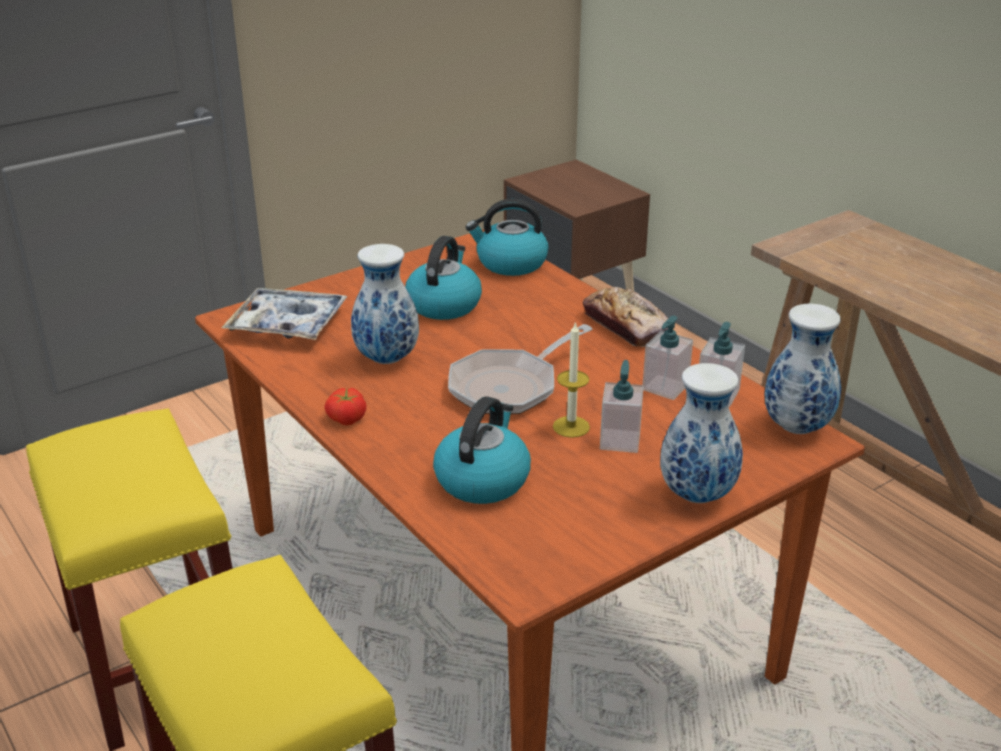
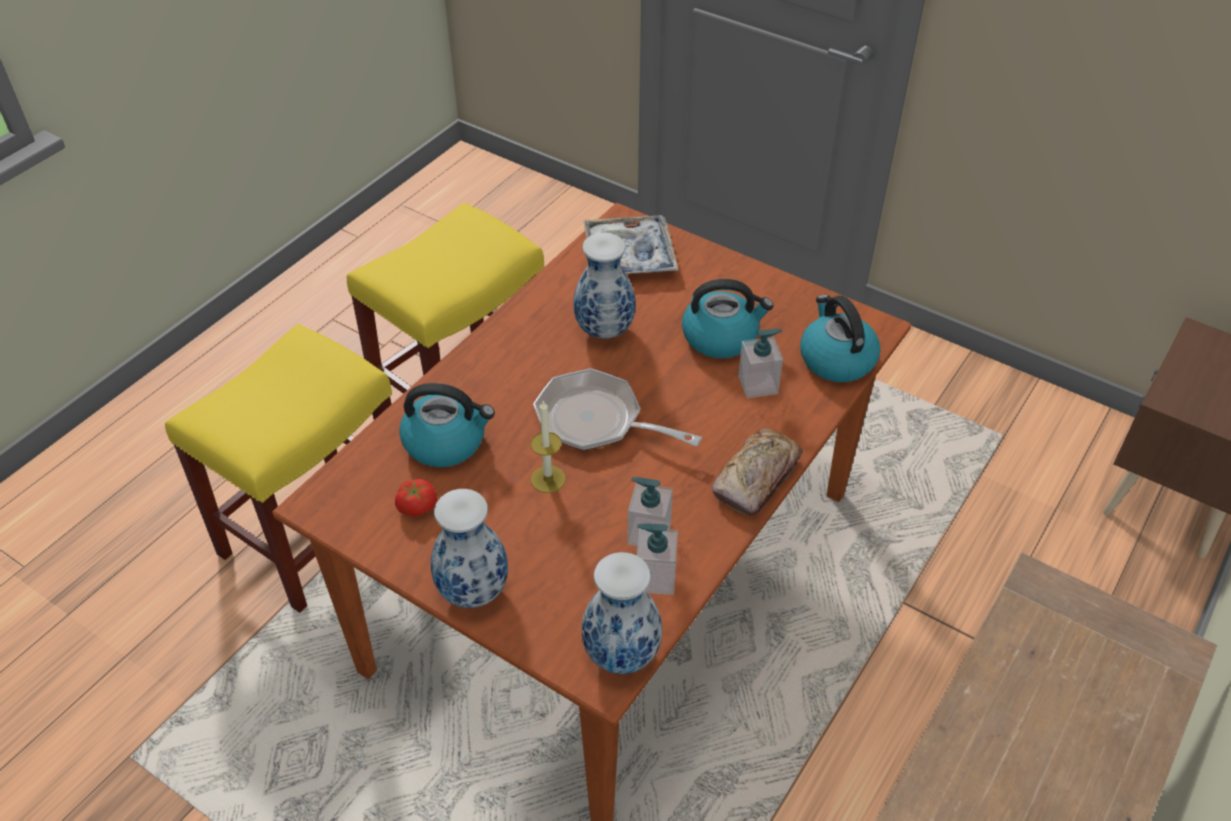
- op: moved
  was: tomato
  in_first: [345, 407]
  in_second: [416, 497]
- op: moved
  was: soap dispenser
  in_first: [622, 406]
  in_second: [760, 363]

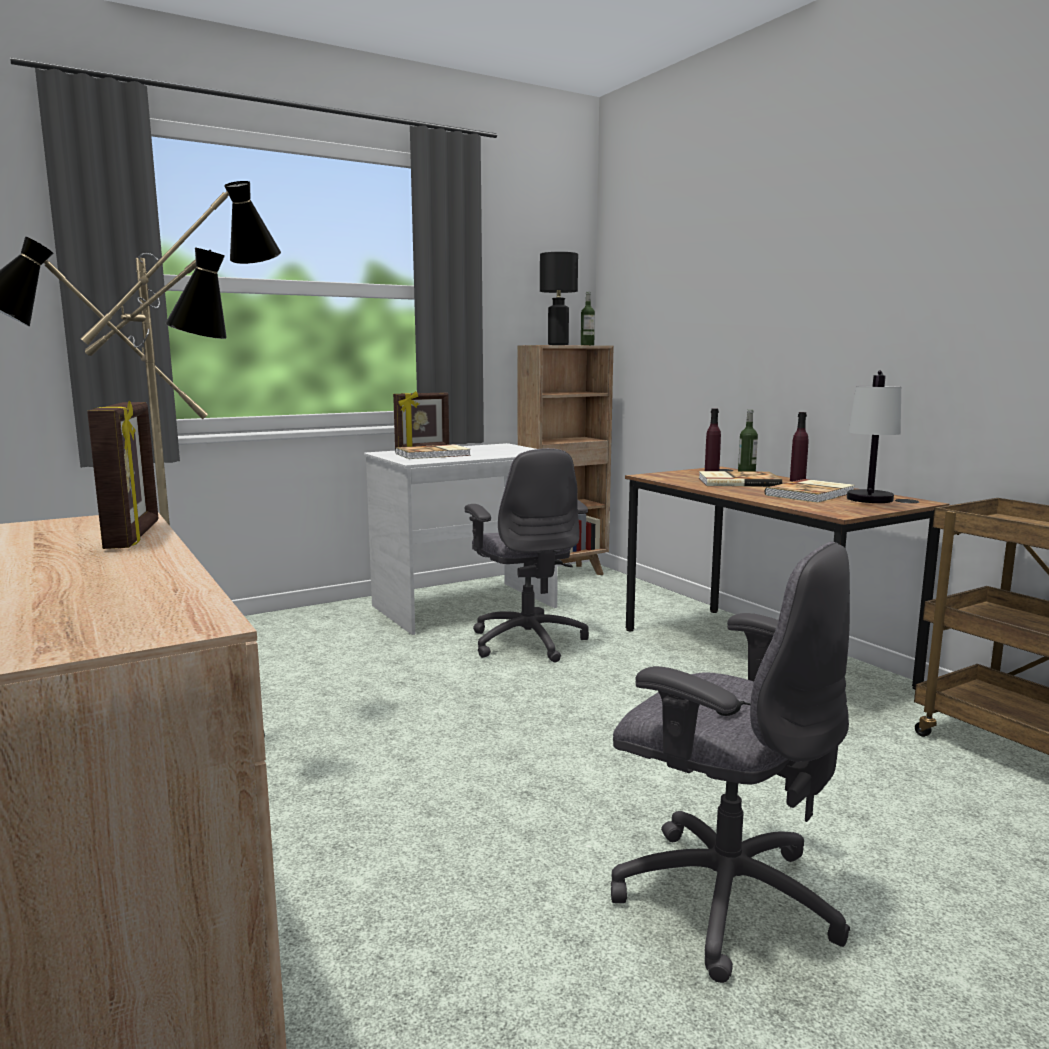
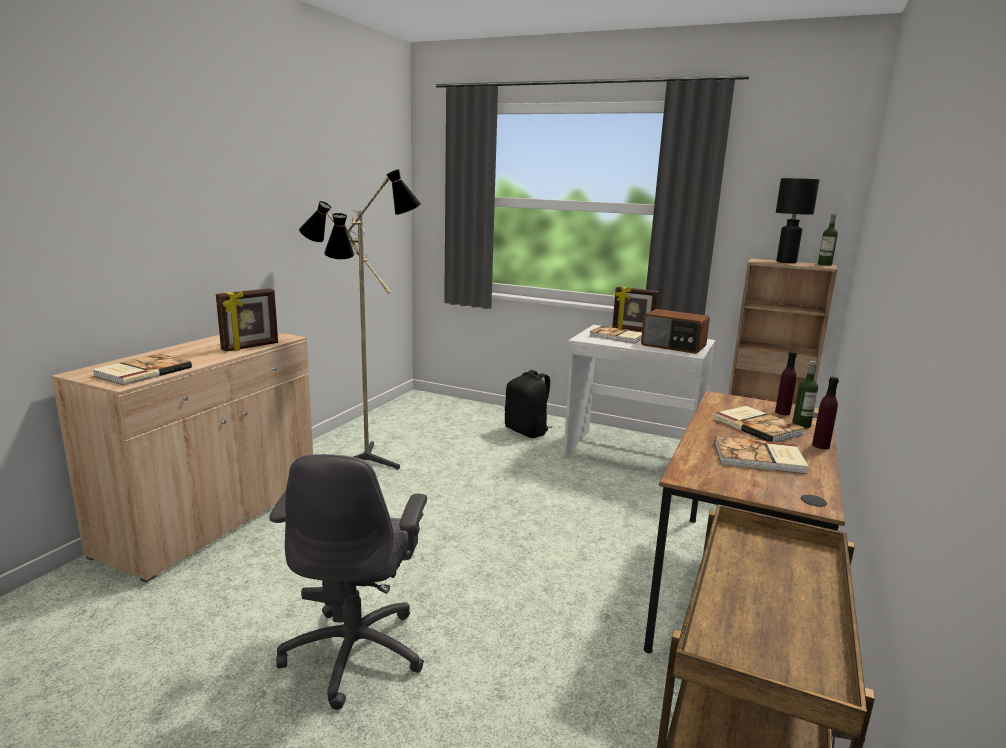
- op: removed
  was: office chair (grey)
  in_first: [527, 555]
- op: removed
  was: table lamp
  in_first: [874, 436]
- op: added
  now: book
  in_second: [142, 369]
- op: added
  now: backpack (black)
  in_second: [528, 404]
- op: added
  now: radio
  in_second: [675, 331]

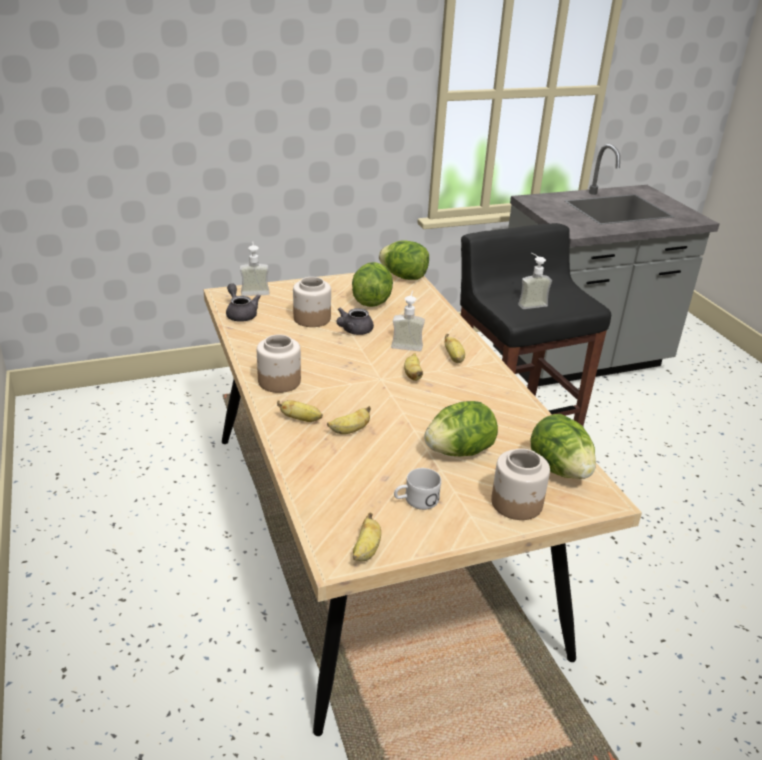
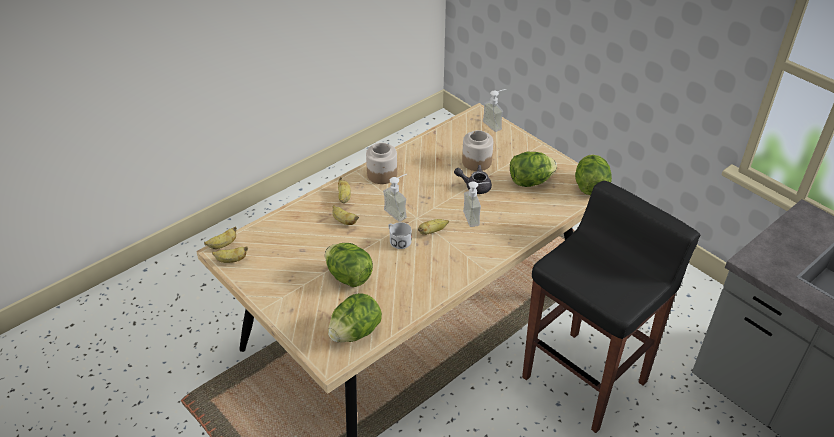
- op: removed
  was: teapot (grey)
  in_first: [243, 302]
- op: removed
  was: jar
  in_first: [520, 484]
- op: moved
  was: mug (white)
  in_first: [417, 489]
  in_second: [400, 235]
- op: moved
  was: banana
  in_first: [455, 348]
  in_second: [220, 237]
- op: moved
  was: soap dispenser
  in_first: [535, 281]
  in_second: [395, 198]

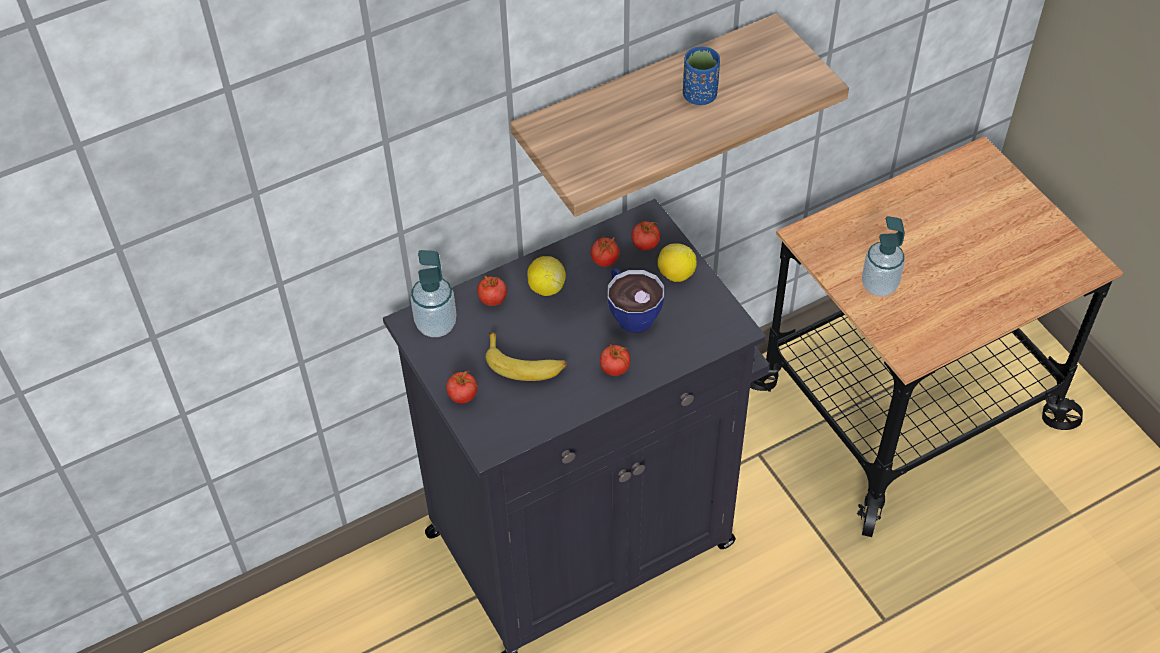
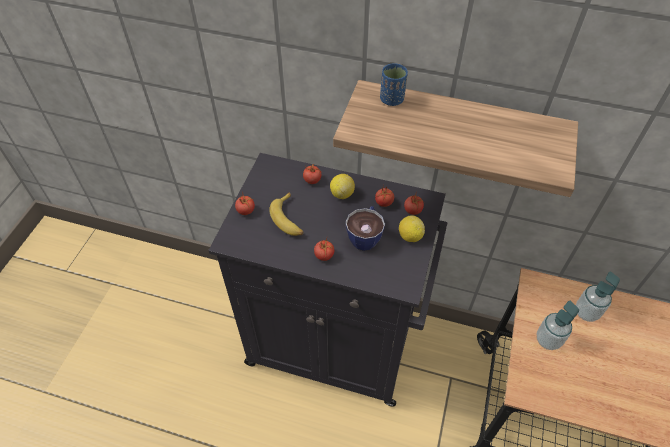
- op: moved
  was: soap dispenser
  in_first: [433, 293]
  in_second: [598, 297]
- op: moved
  was: cup (blue)
  in_first: [701, 76]
  in_second: [394, 84]

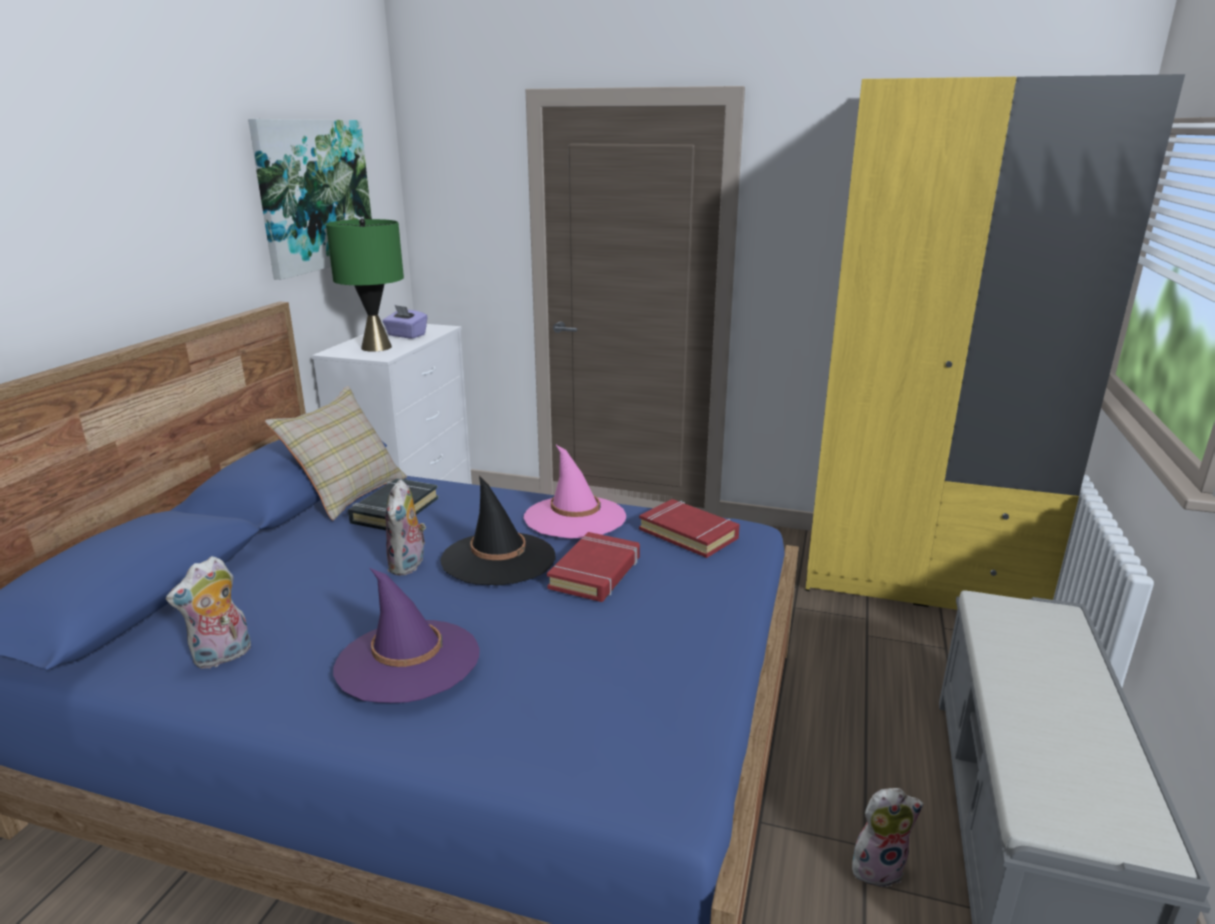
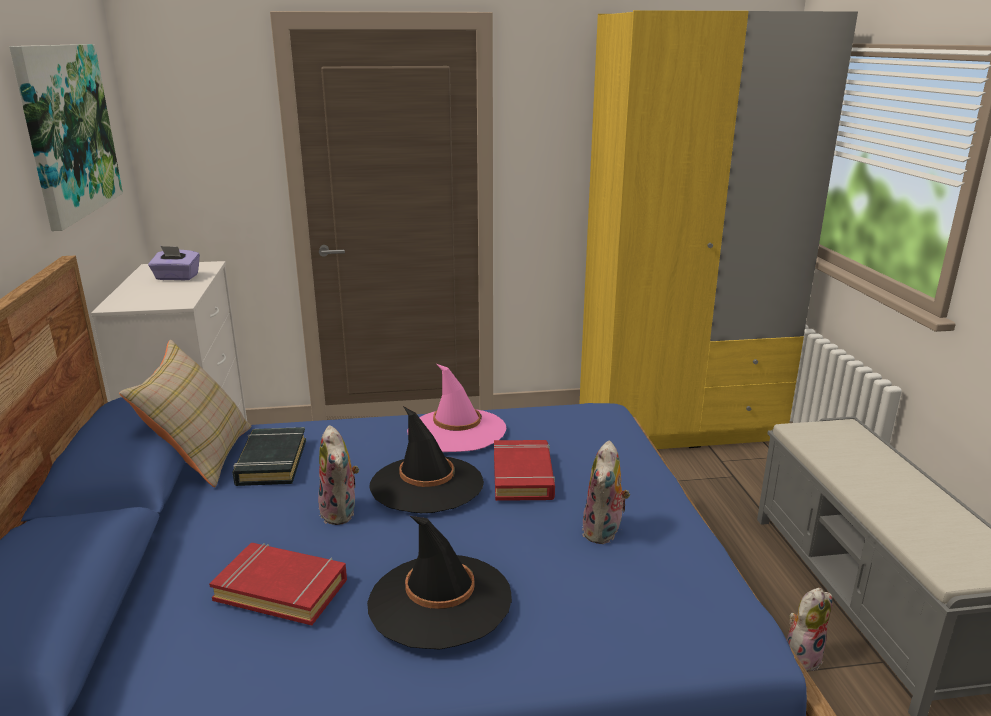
- op: removed
  was: table lamp (green)
  in_first: [365, 285]
- op: moved
  was: plush toy
  in_first: [208, 612]
  in_second: [606, 492]
- op: moved
  was: book (red)
  in_first: [689, 528]
  in_second: [278, 584]
- op: recoloured
  was: hat (purple)
  now: hat (black)
  in_first: [406, 635]
  in_second: [439, 582]

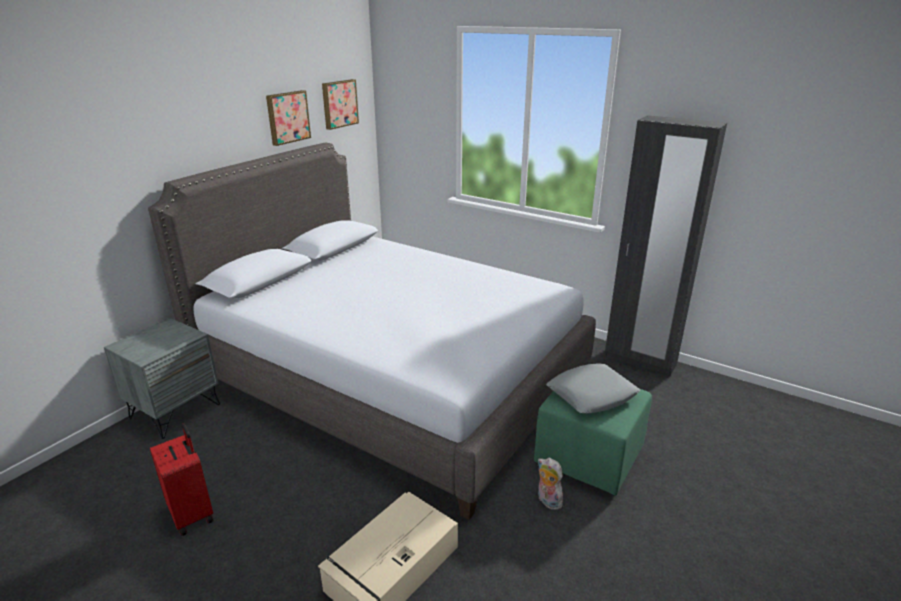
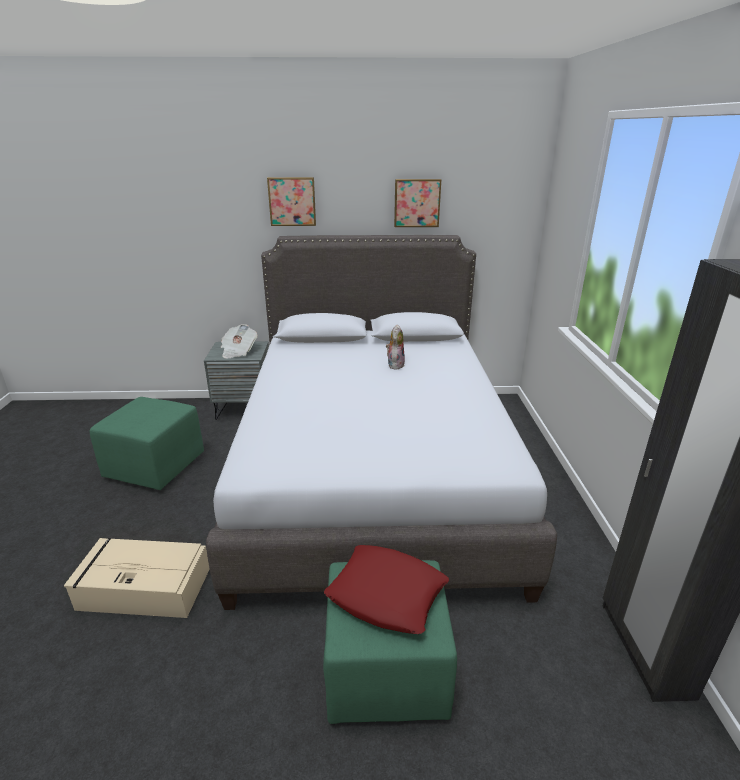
- op: added
  now: newspaper
  in_second: [239, 341]
- op: moved
  was: picture
  in_first: [340, 104]
  in_second: [291, 201]
- op: moved
  was: plush toy
  in_first: [550, 484]
  in_second: [395, 347]
- op: replaced
  was: suitcase (red)
  now: ottoman (green)
  in_first: [182, 480]
  in_second: [147, 443]
- op: recoloured
  was: pillow (grey)
  now: pillow (red)
  in_first: [593, 388]
  in_second: [386, 589]

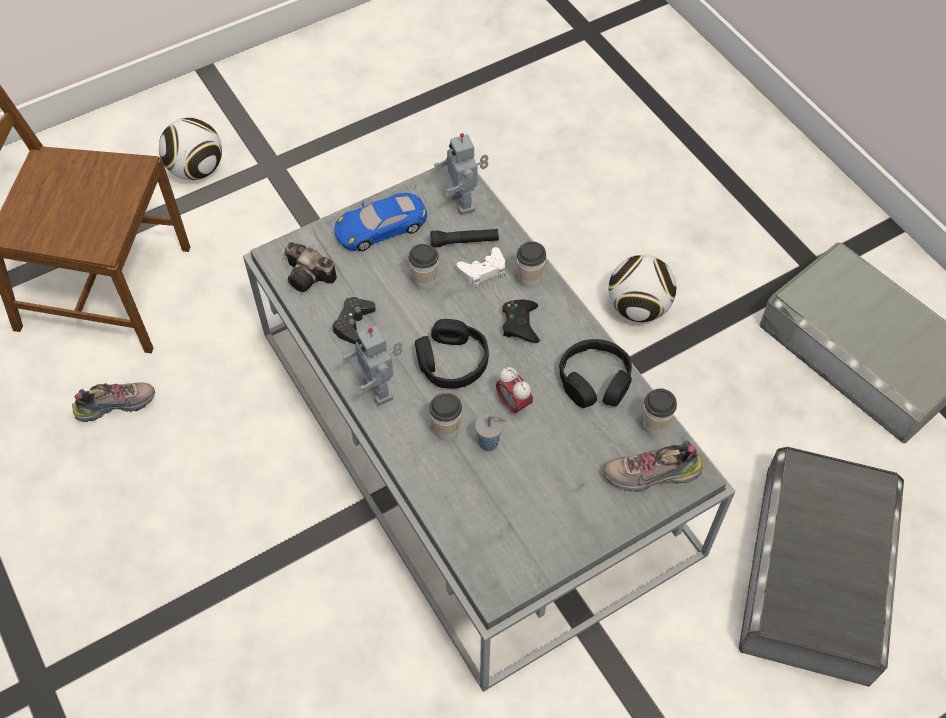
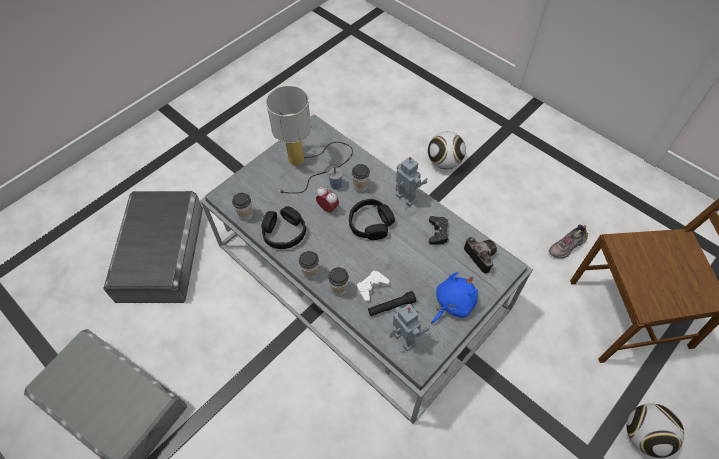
- op: removed
  was: game controller (black)
  in_first: [521, 321]
- op: removed
  was: shoe
  in_first: [653, 466]
- op: added
  now: table lamp
  in_second: [309, 140]
- op: moved
  was: cup
  in_first: [423, 267]
  in_second: [309, 265]
- op: moved
  was: football
  in_first: [642, 288]
  in_second: [447, 150]
- op: replaced
  was: toy car (blue)
  now: plush toy (blue)
  in_first: [380, 222]
  in_second: [454, 298]
- op: turned
  was: photo camera
  in_first: [311, 267]
  in_second: [480, 255]
  clockwise: 45

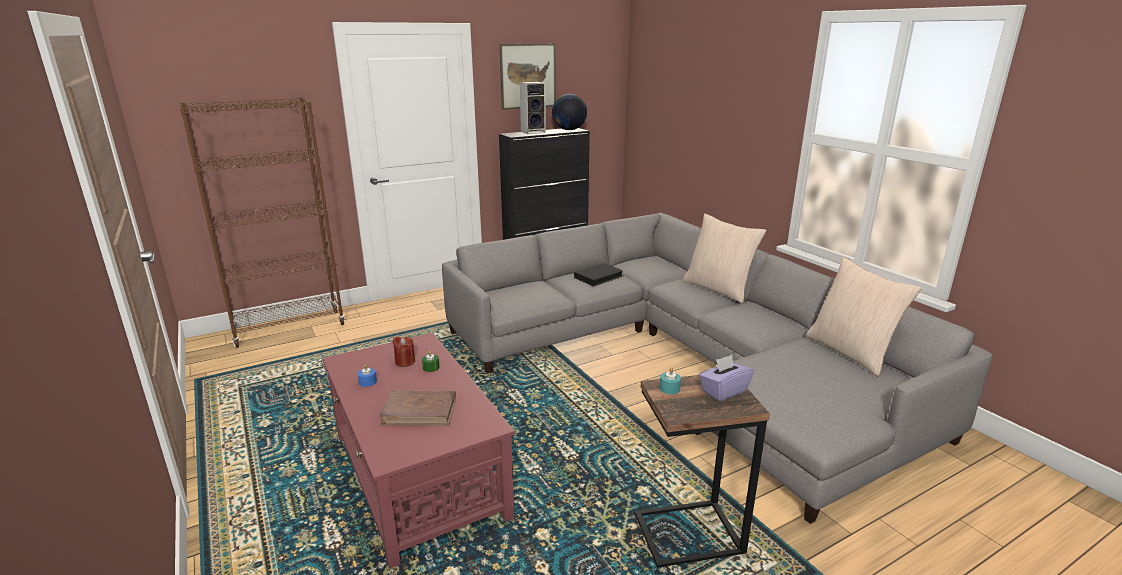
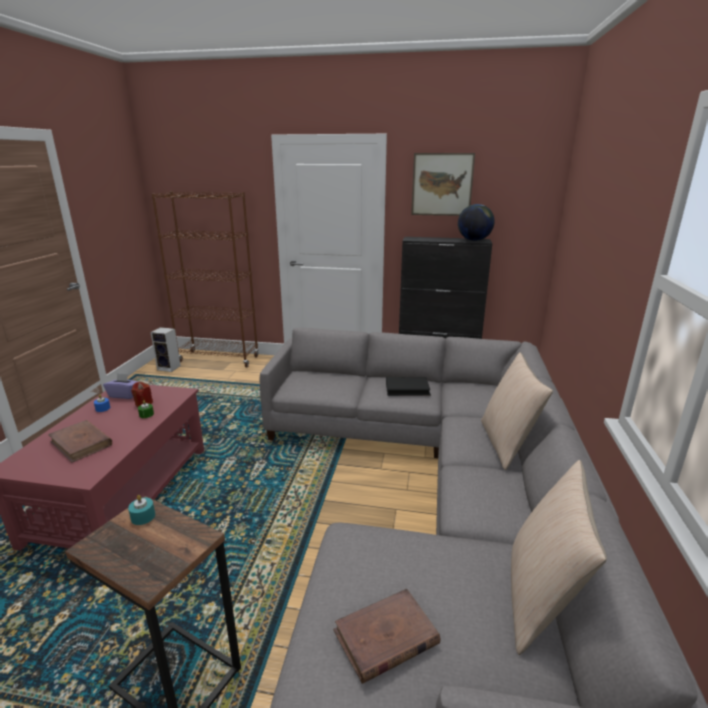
- op: added
  now: book (brown)
  in_second: [386, 636]
- op: moved
  was: speaker
  in_first: [533, 108]
  in_second: [166, 349]
- op: moved
  was: tissue box (purple)
  in_first: [726, 378]
  in_second: [120, 386]

